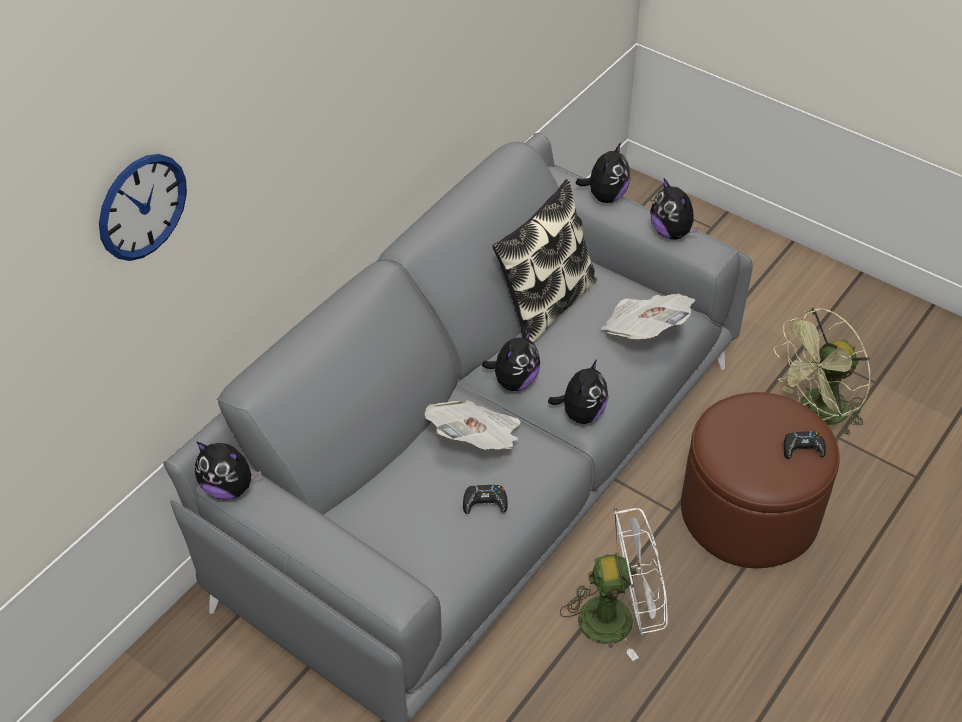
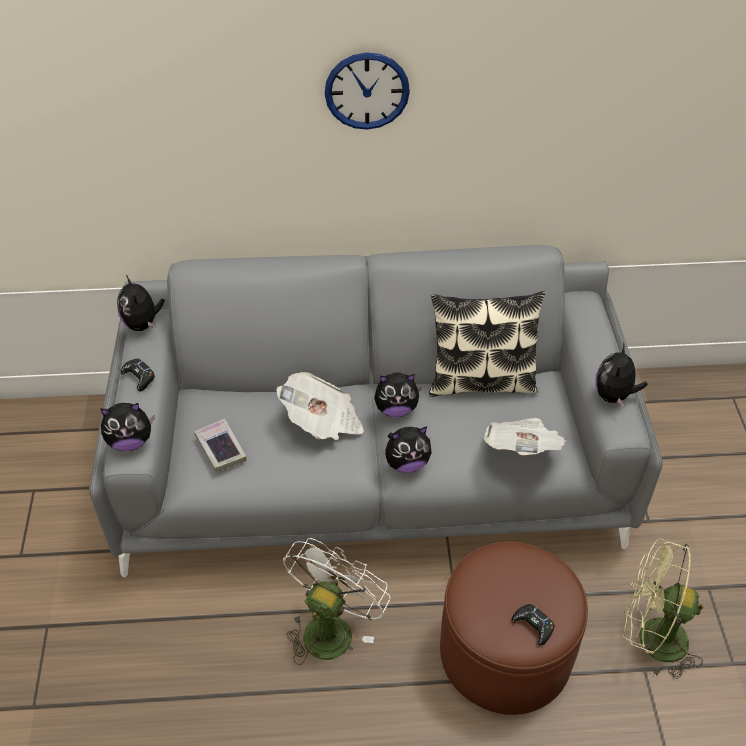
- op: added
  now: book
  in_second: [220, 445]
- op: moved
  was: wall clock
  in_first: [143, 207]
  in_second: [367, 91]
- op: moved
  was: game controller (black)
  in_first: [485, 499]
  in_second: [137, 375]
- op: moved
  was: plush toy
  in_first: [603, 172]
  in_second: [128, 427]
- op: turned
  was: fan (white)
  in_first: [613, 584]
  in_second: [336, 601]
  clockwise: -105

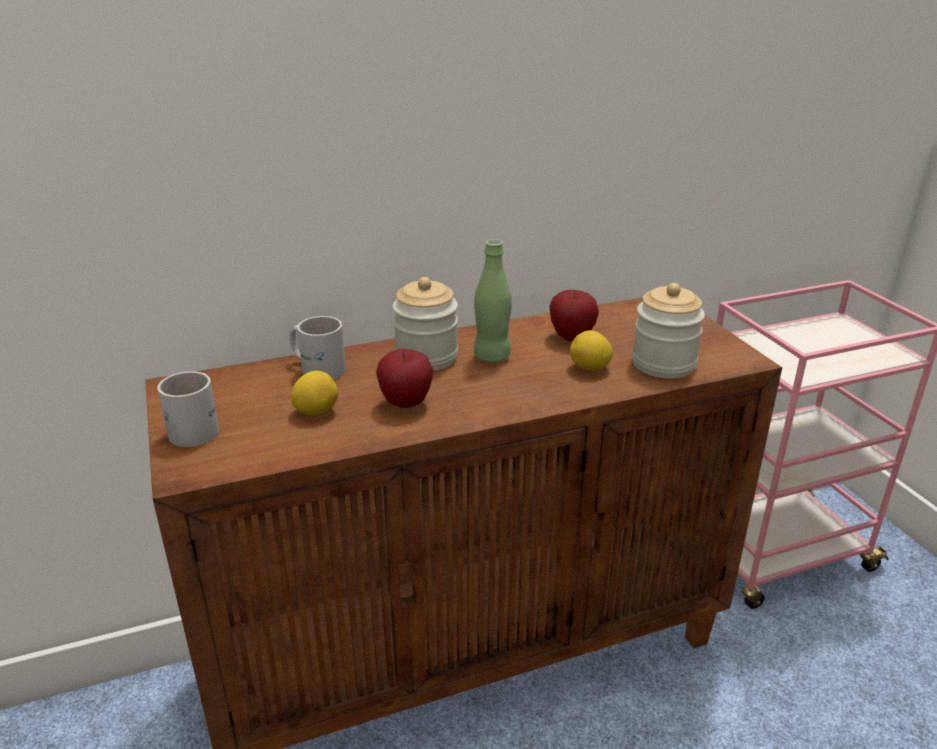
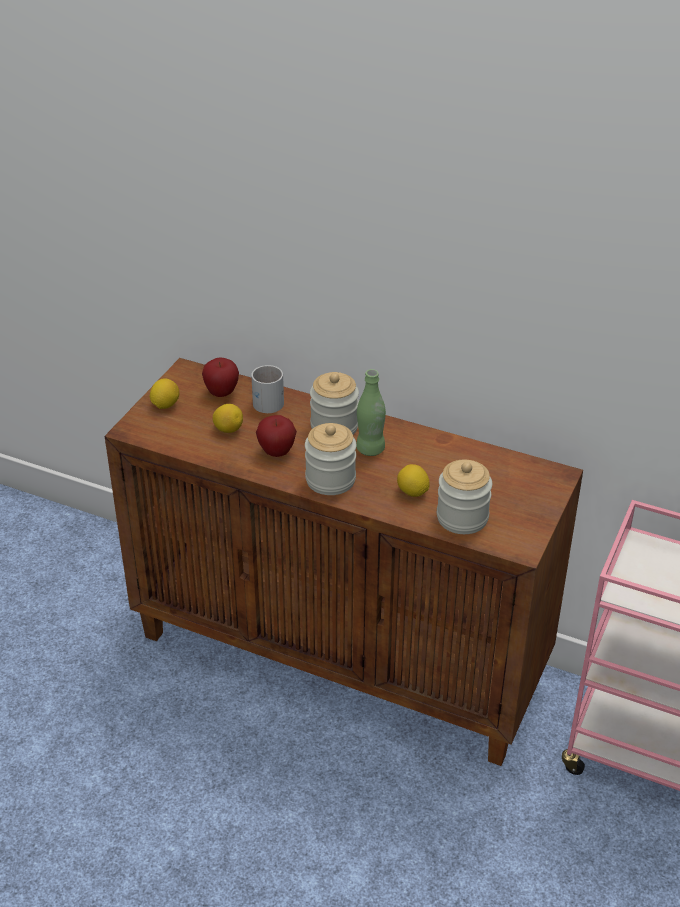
- op: added
  now: jar
  in_second: [331, 459]
- op: moved
  was: apple
  in_first: [574, 316]
  in_second: [220, 377]
- op: replaced
  was: mug (white)
  now: lemon
  in_first: [188, 409]
  in_second: [164, 393]

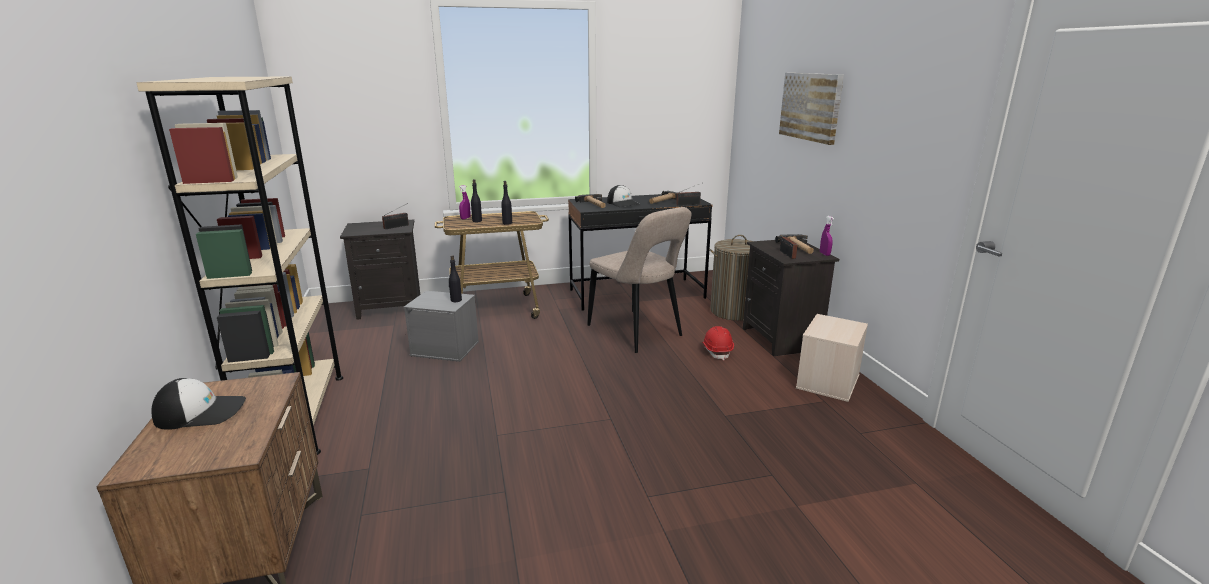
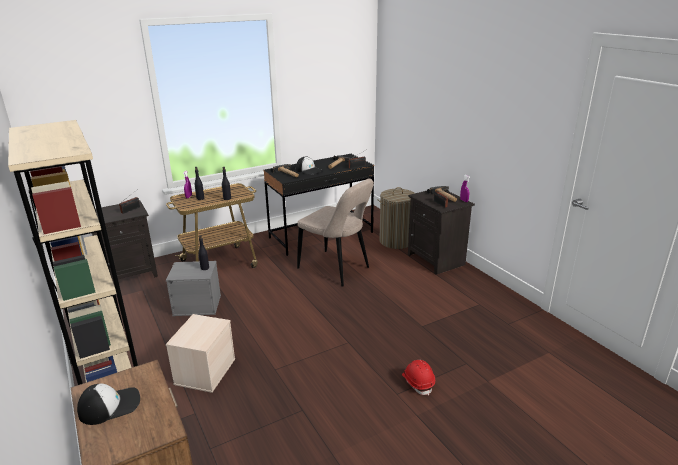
- op: removed
  was: picture
  in_first: [811, 109]
- op: moved
  was: hard hat (red)
  in_first: [718, 343]
  in_second: [418, 378]
- op: moved
  was: storage box (beige)
  in_first: [832, 358]
  in_second: [200, 353]

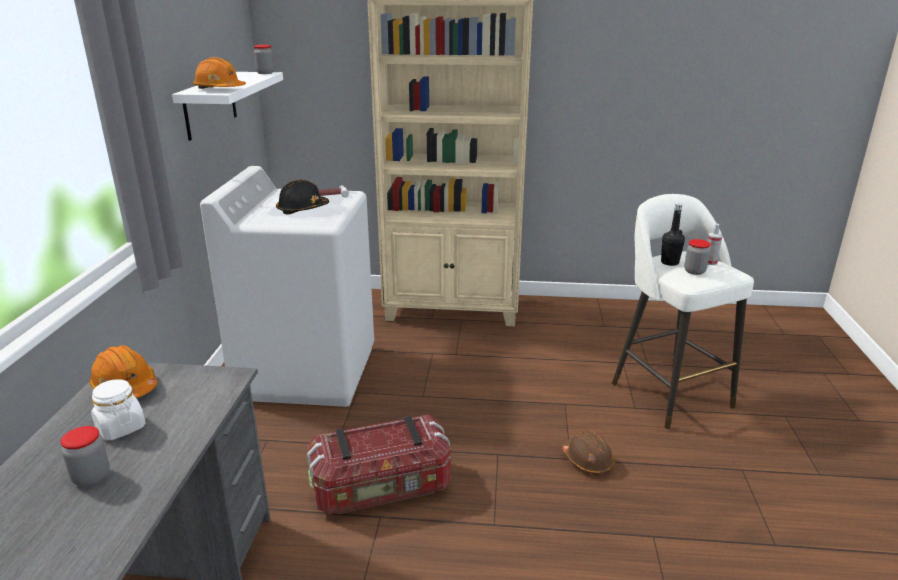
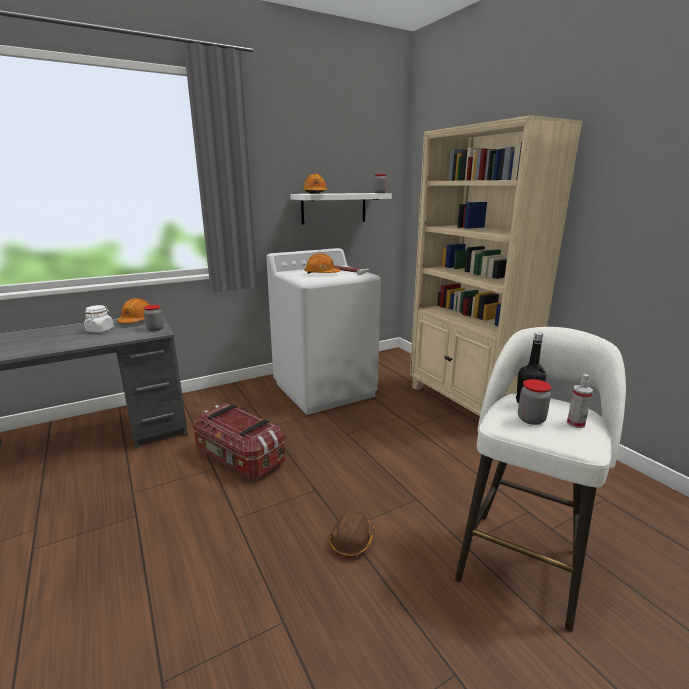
- op: moved
  was: jar
  in_first: [85, 456]
  in_second: [154, 318]
- op: recoloured
  was: hard hat (black)
  now: hard hat (orange)
  in_first: [302, 197]
  in_second: [322, 263]

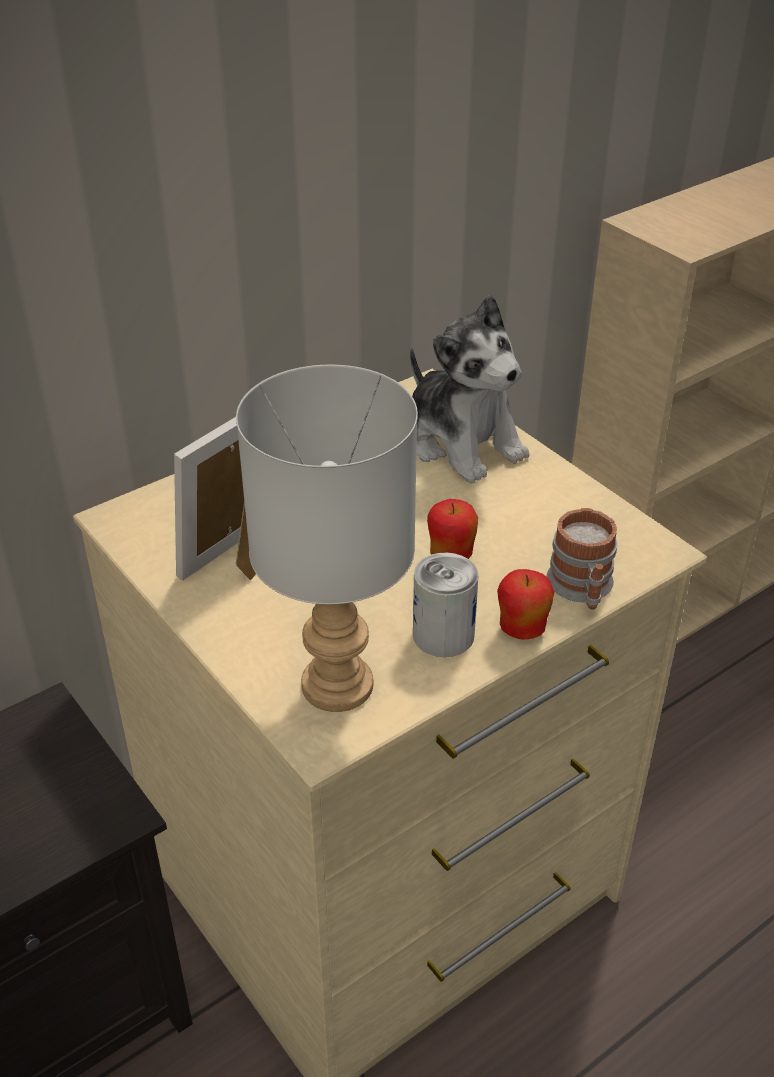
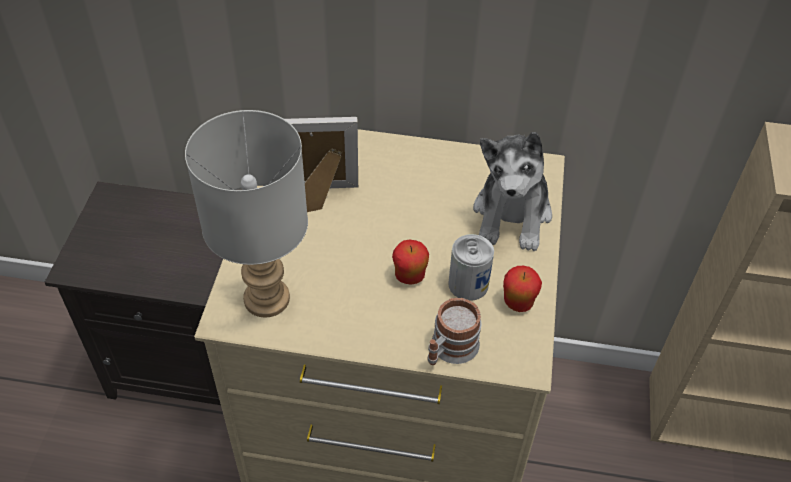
- op: moved
  was: can
  in_first: [446, 605]
  in_second: [471, 267]
- op: moved
  was: apple
  in_first: [525, 604]
  in_second: [522, 289]

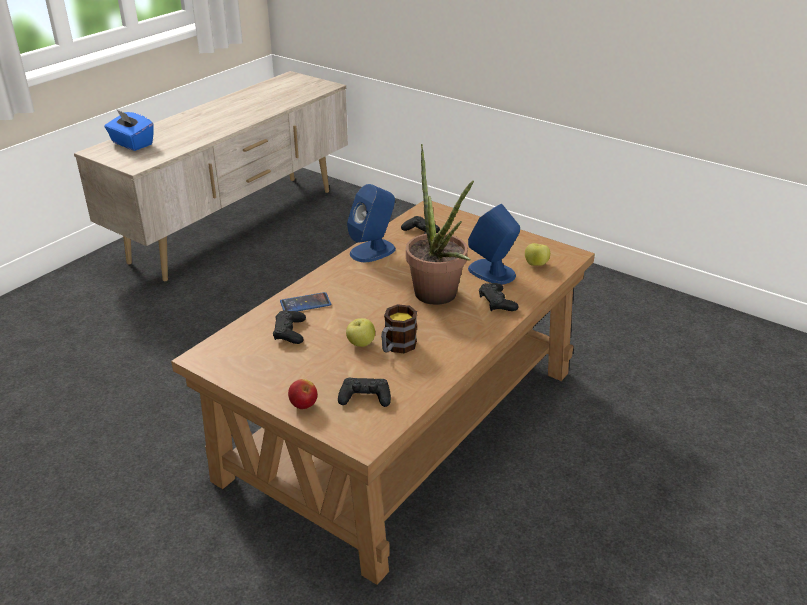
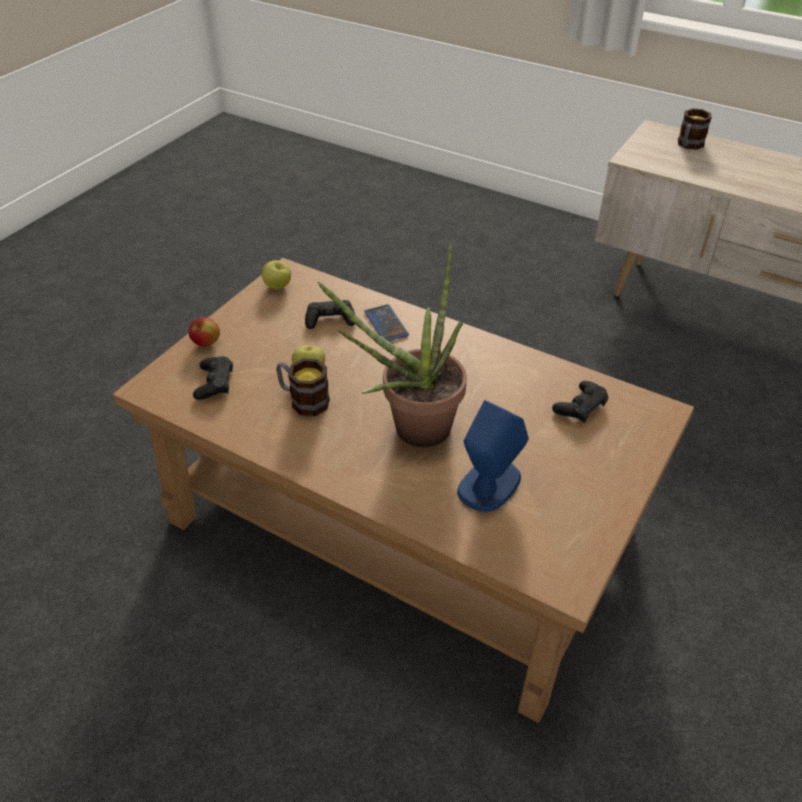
- op: removed
  was: speaker (blue)
  in_first: [371, 223]
- op: removed
  was: game controller (black)
  in_first: [499, 297]
- op: moved
  was: apple
  in_first: [537, 254]
  in_second: [276, 275]
- op: replaced
  was: tissue box (blue)
  now: mug
  in_first: [129, 130]
  in_second: [695, 129]

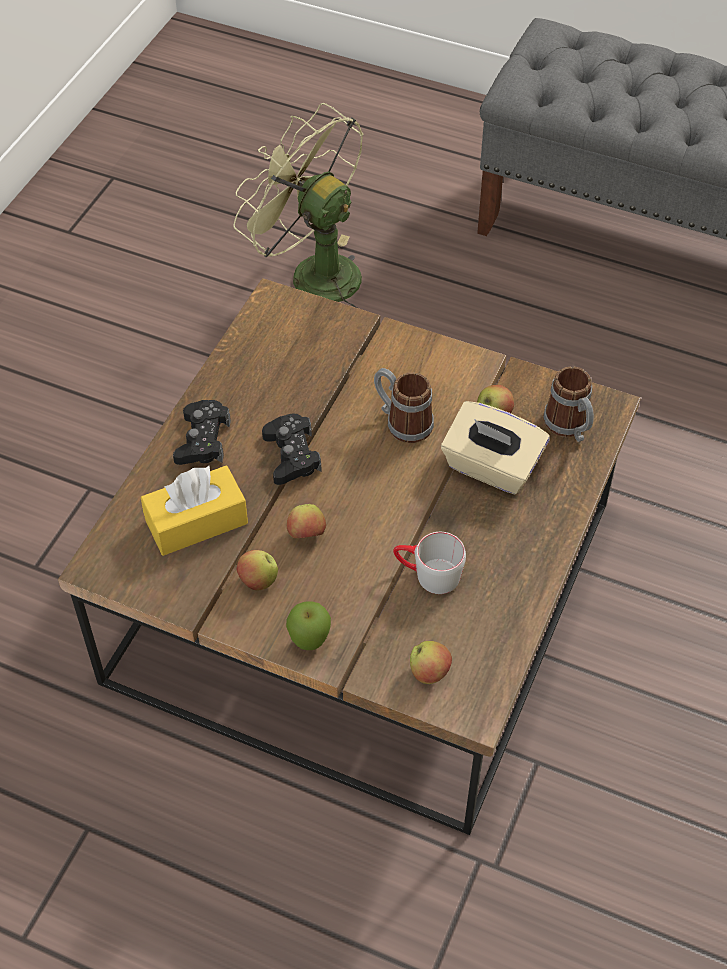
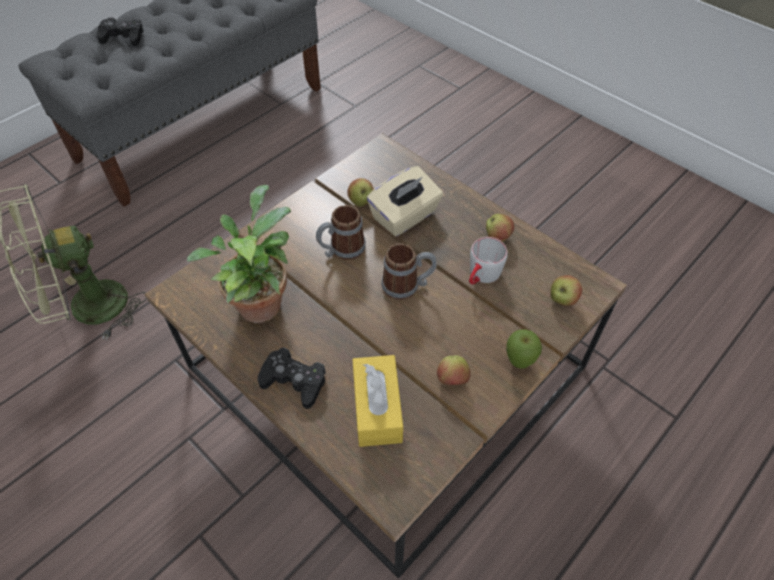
- op: added
  now: potted plant
  in_second: [239, 254]
- op: moved
  was: game controller (black)
  in_first: [292, 449]
  in_second: [120, 32]
- op: moved
  was: apple
  in_first: [306, 521]
  in_second: [500, 228]
- op: moved
  was: mug
  in_first: [568, 404]
  in_second: [409, 271]

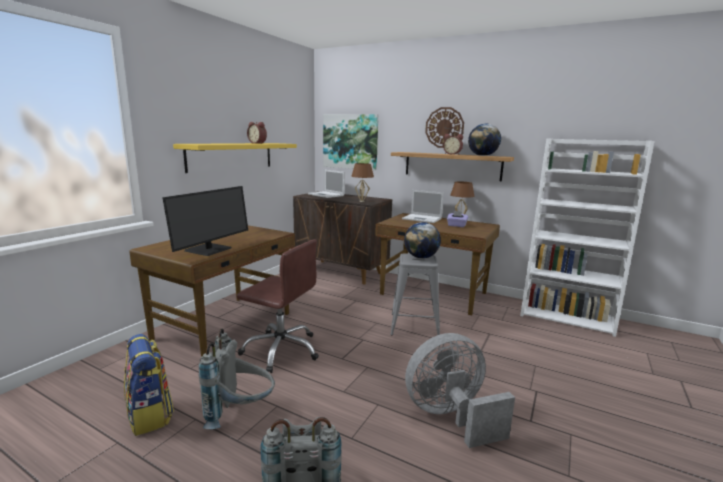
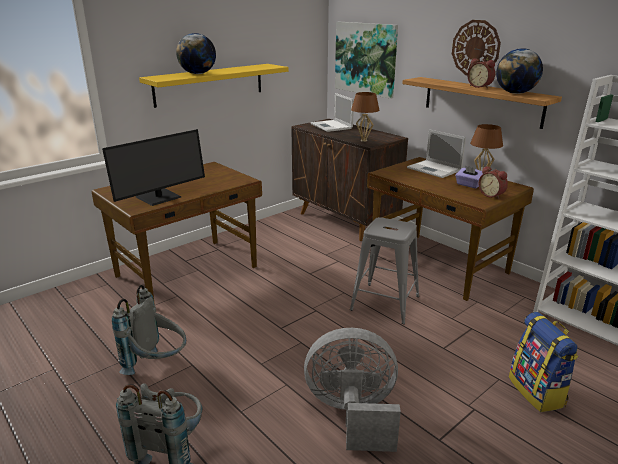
- op: removed
  was: office chair (brown)
  in_first: [278, 306]
- op: moved
  was: backpack
  in_first: [149, 385]
  in_second: [544, 362]
- op: moved
  was: alarm clock
  in_first: [257, 133]
  in_second: [493, 182]
- op: moved
  was: globe
  in_first: [422, 240]
  in_second: [196, 53]

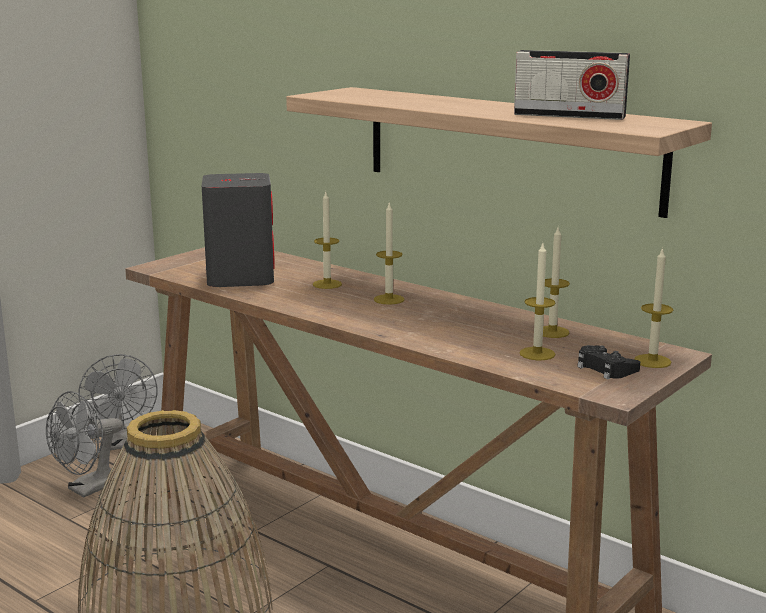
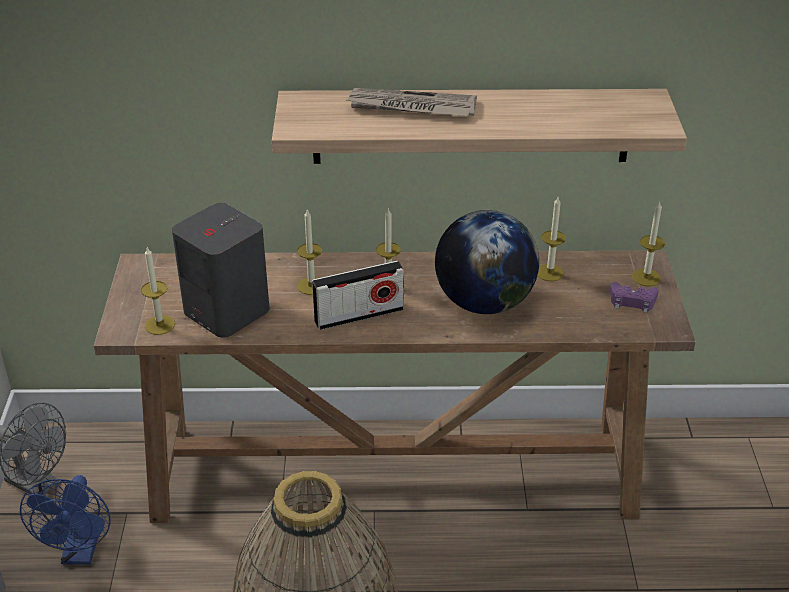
- op: added
  now: newspaper
  in_second: [412, 102]
- op: added
  now: globe
  in_second: [487, 262]
- op: moved
  was: radio
  in_first: [572, 85]
  in_second: [358, 295]
- op: moved
  was: candle
  in_first: [537, 301]
  in_second: [158, 291]
- op: recoloured
  was: fan (grey)
  now: fan (blue)
  in_first: [85, 444]
  in_second: [65, 520]
- op: recoloured
  was: game controller (black)
  now: game controller (purple)
  in_first: [608, 362]
  in_second: [634, 297]

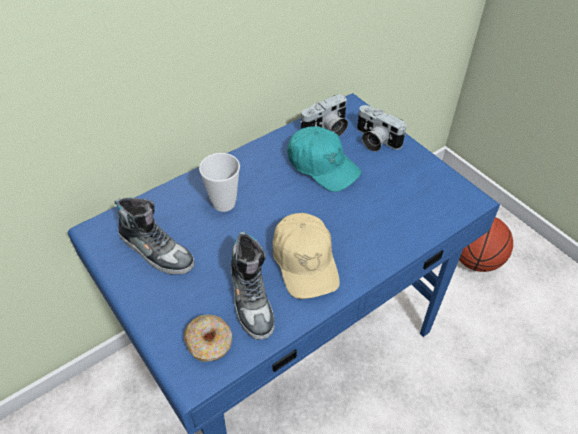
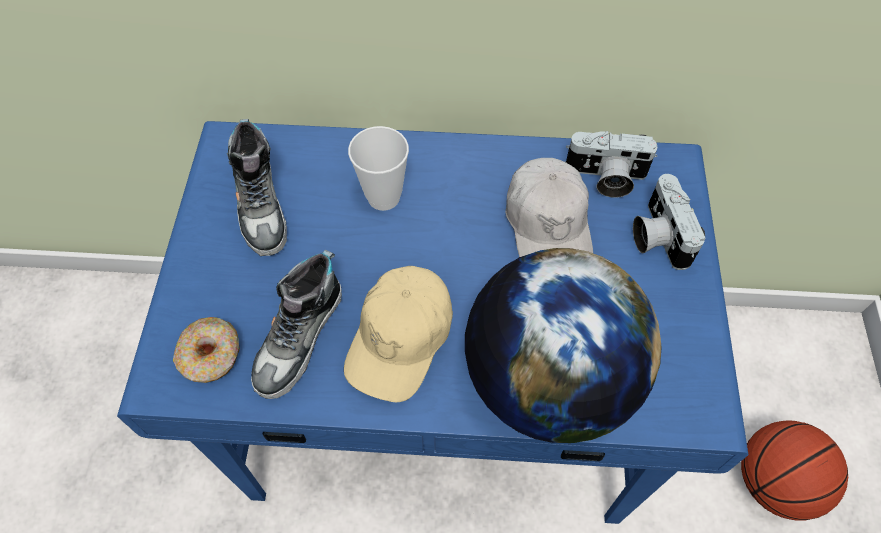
- op: added
  now: globe
  in_second: [563, 345]
- op: recoloured
  was: cap (turquoise)
  now: cap (white)
  in_first: [324, 159]
  in_second: [549, 207]

